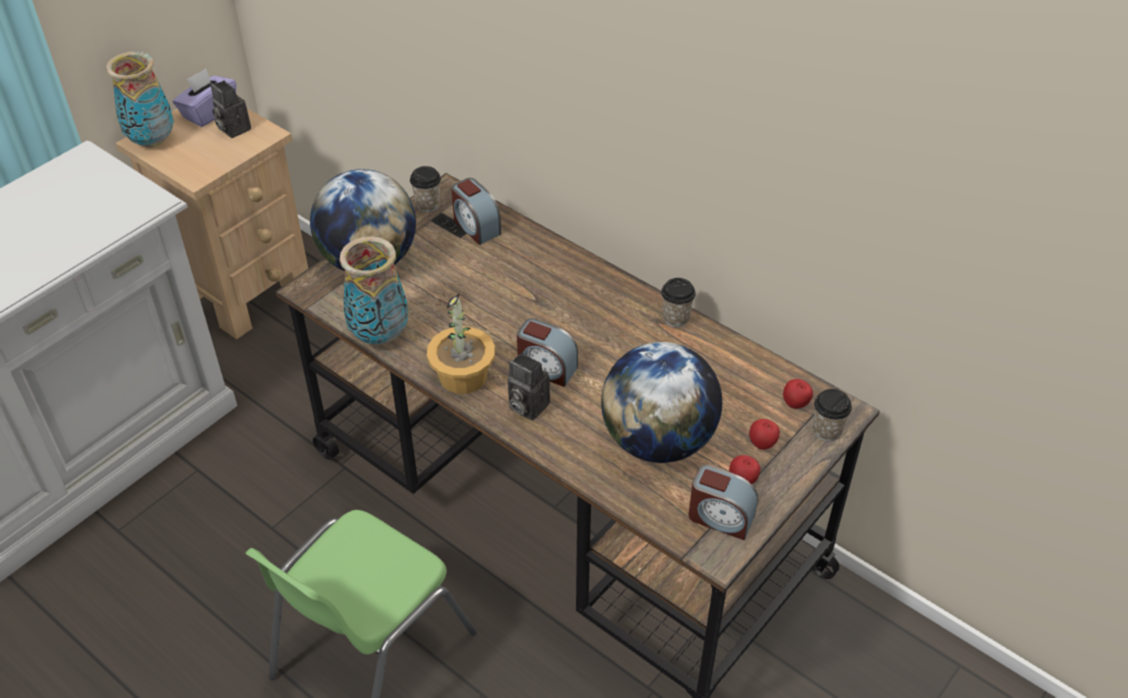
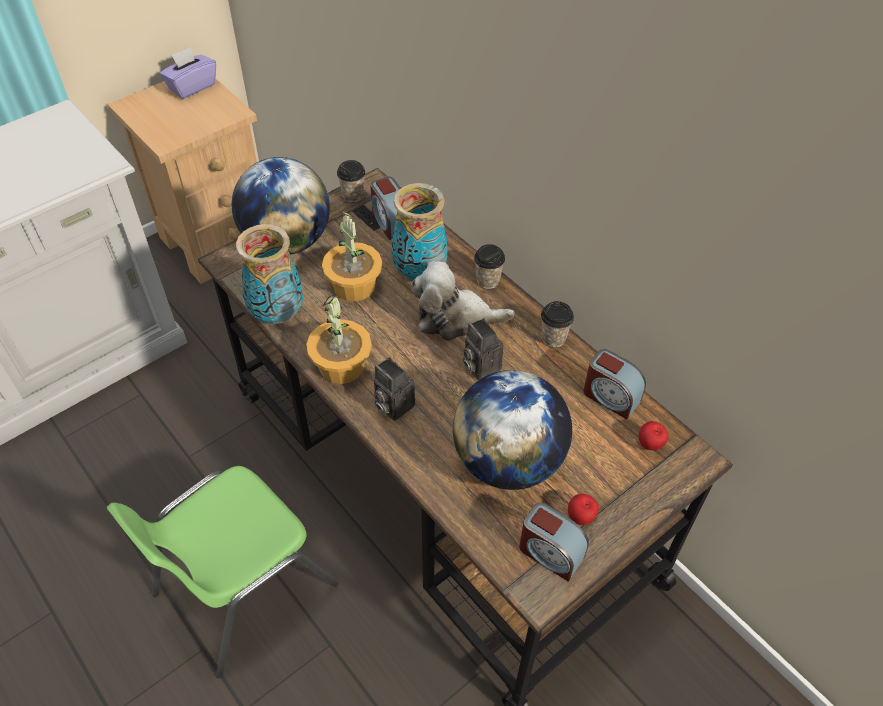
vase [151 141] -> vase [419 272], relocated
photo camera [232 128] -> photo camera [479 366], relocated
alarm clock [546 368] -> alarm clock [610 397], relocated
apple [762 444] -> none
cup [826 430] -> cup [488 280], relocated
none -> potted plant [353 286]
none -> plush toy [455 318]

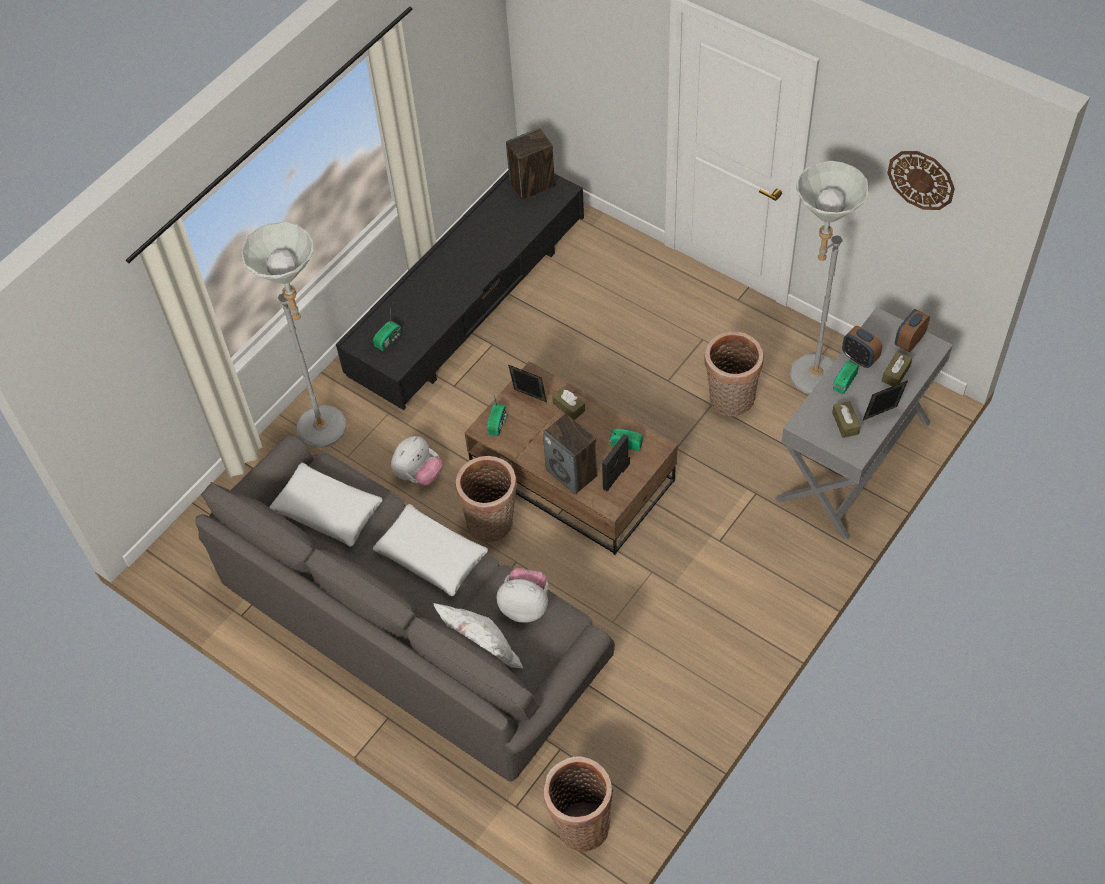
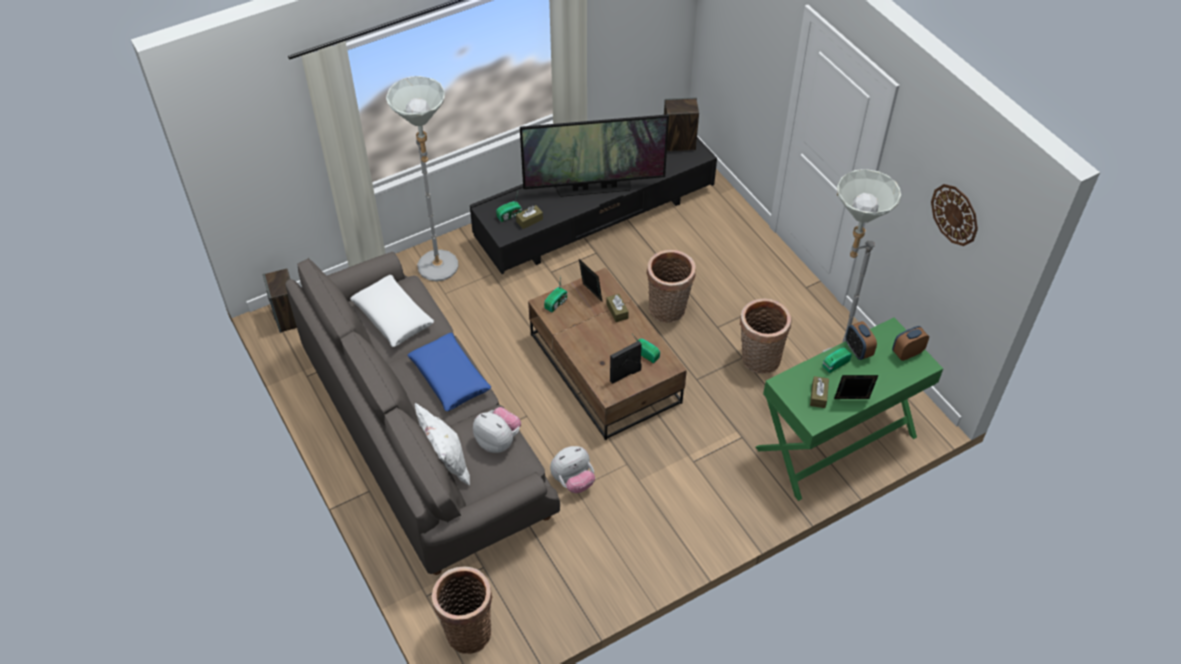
pillow in white [431 555] -> pillow in blue [450 377]
plush toy [418 474] -> plush toy [573 481], relocated
basket [492 525] -> basket [668 311], relocated
speaker [572 473] -> speaker [288 318], relocated
console table in grey [854 460] -> console table in green [836 442]
tissue box in brown [895 374] -> tissue box in brown [529 220], relocated
none -> television [594 188]

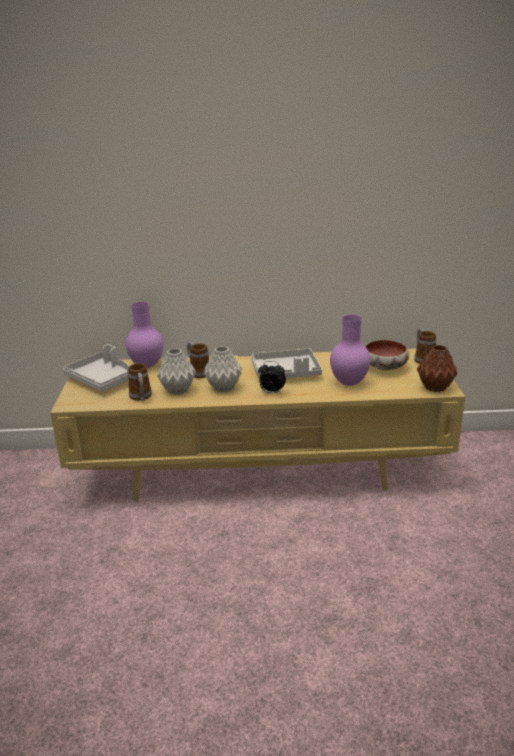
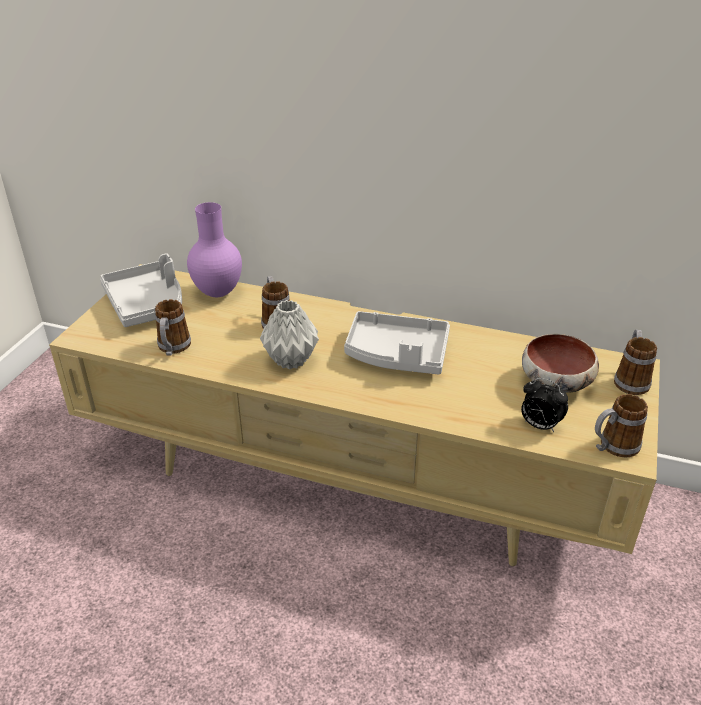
vase in grey [178 390] -> none
alarm clock [271 393] -> alarm clock [539 425], relocated
vase in purple [348 383] -> none
vase in brown [434 388] -> mug [613 447]

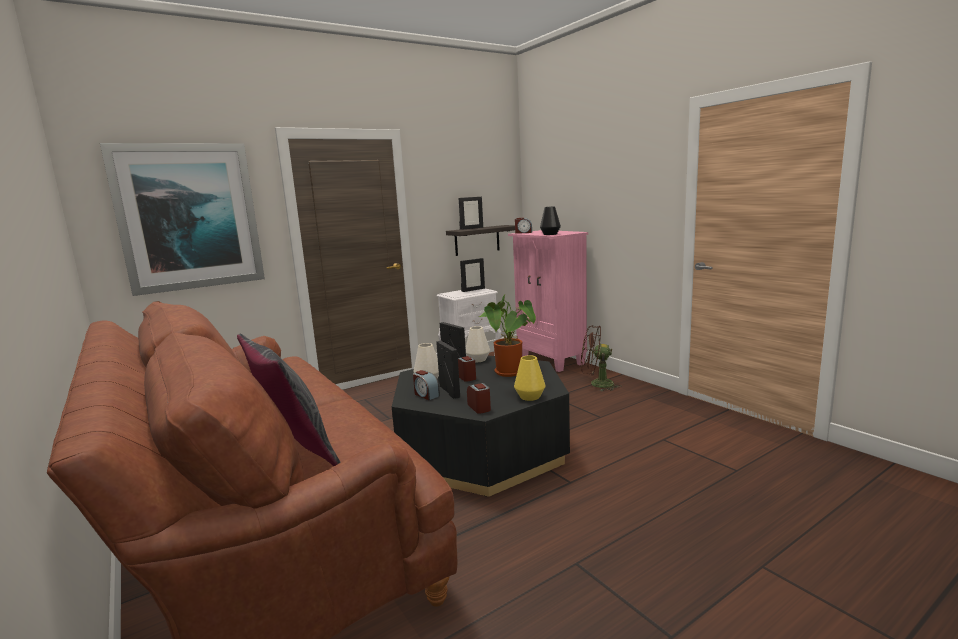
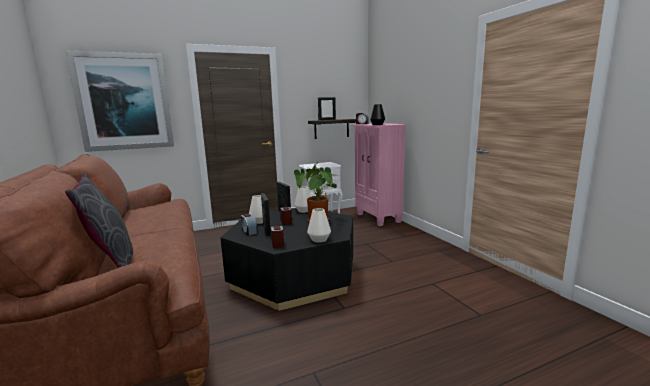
picture frame [473 290] -> none
vase in yellow [530 397] -> vase in white [319 239]
fan in brown [596 384] -> none

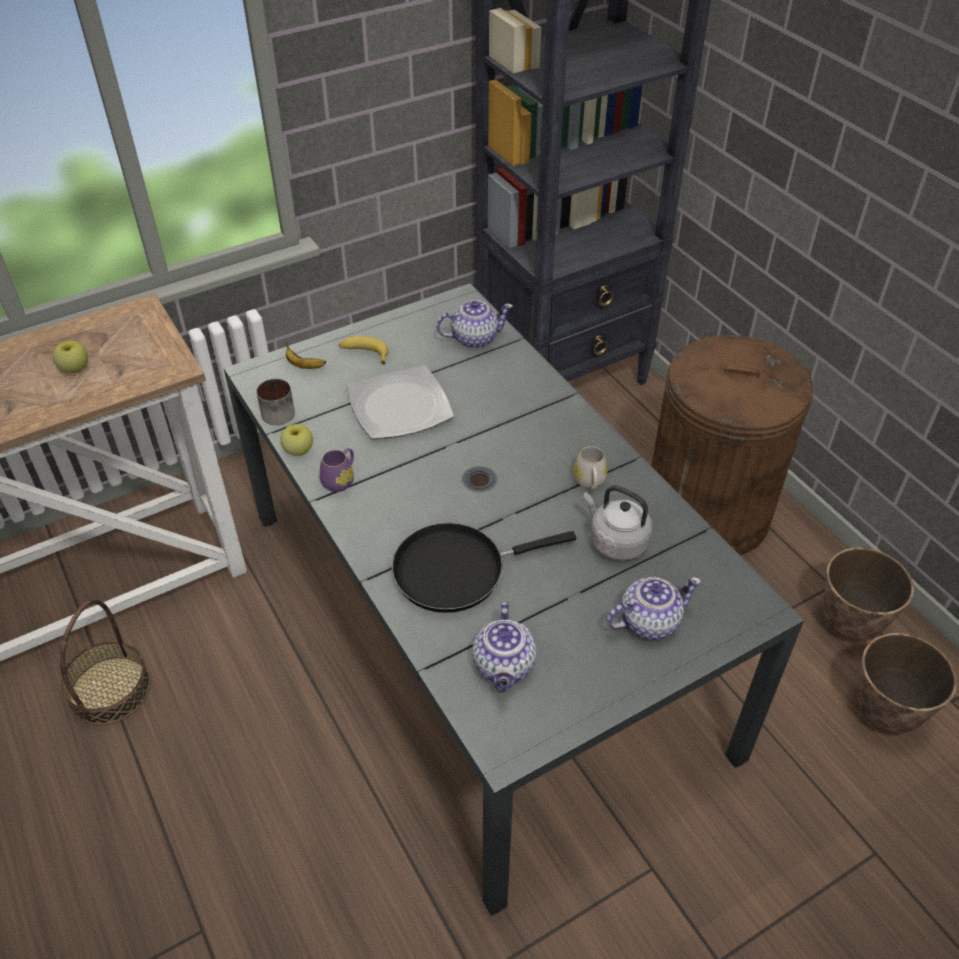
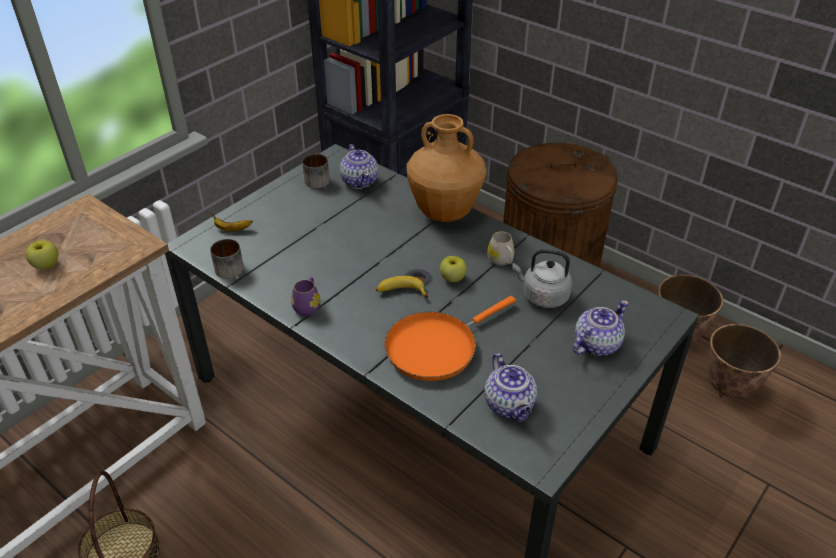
apple [298 450] -> apple [452 278], relocated
banana [364 353] -> banana [401 292], relocated
plate [399 407] -> none
frying pan in black [457 570] -> frying pan in orange [436 347]
teapot [474 338] -> teapot [360 181], 105 degrees clockwise
none -> mug [314 180]
none -> vase in brown [444 213]

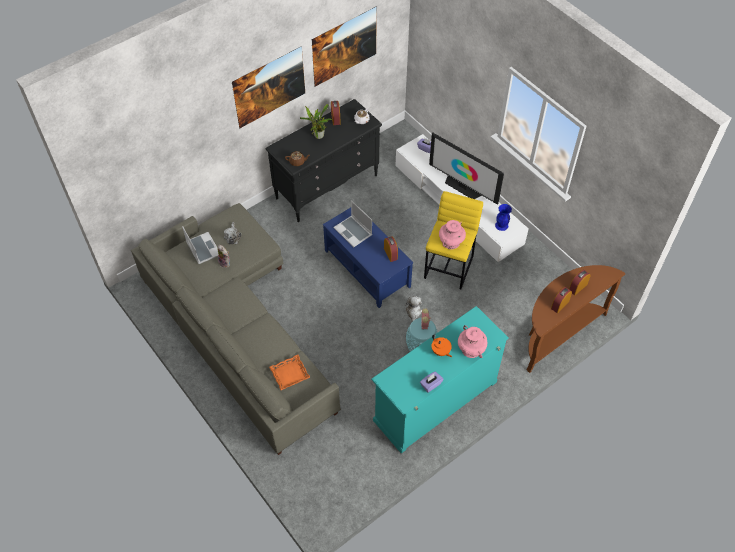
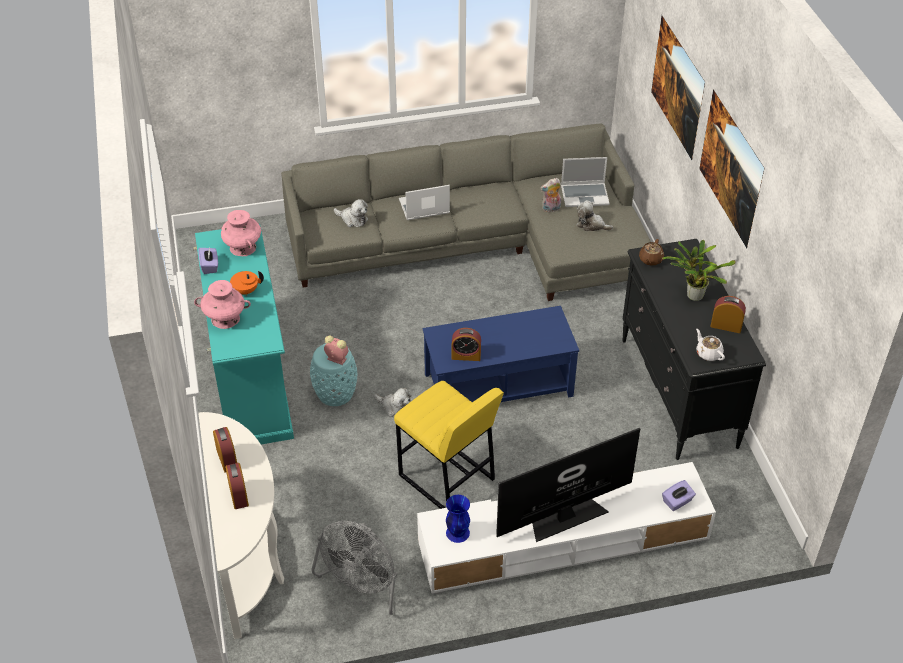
tray in orange [289 374] -> plush toy [353 219]
picture [345 58] -> picture [673 106], relocated
laptop [353 232] -> laptop [423 207], relocated
vase in pink [451 242] -> vase in pink [242 247], relocated
console table in brown [557 333] -> console table in white [249 557]
none -> fan in grey [361 580]

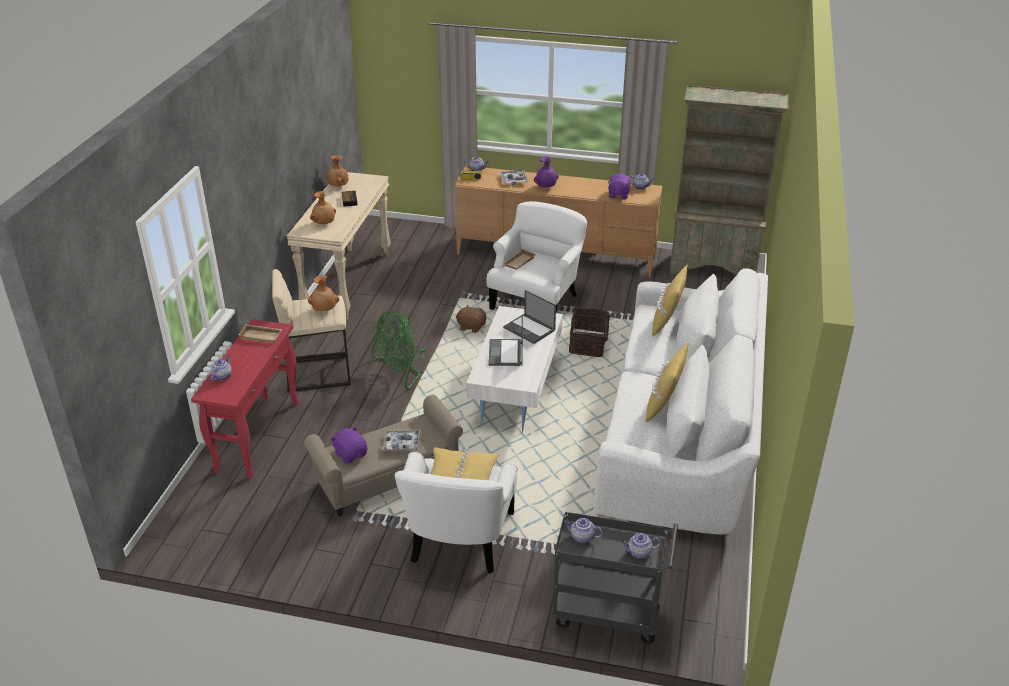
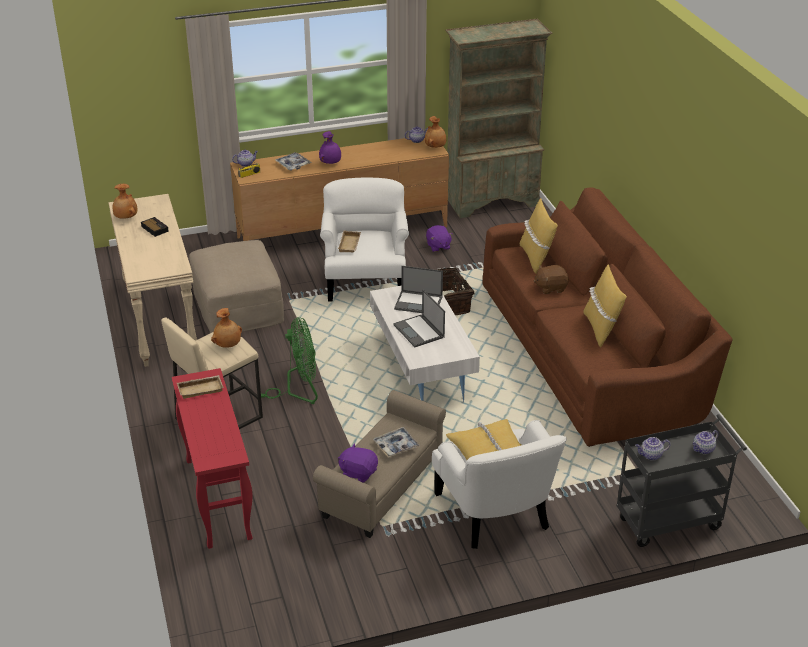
teapot [222 376] -> none
vase in brown [324 223] -> vase in brown [435 147], relocated
fan in green [402 369] -> fan in green [298 385], 120 degrees counterclockwise
plush toy in brown [471 327] -> plush toy in brown [550 288], relocated
sofa in white [682 429] -> sofa in brown [590 350]
plush toy in purple [618 194] -> plush toy in purple [438 246], relocated
none -> ottoman in beige [238 305]

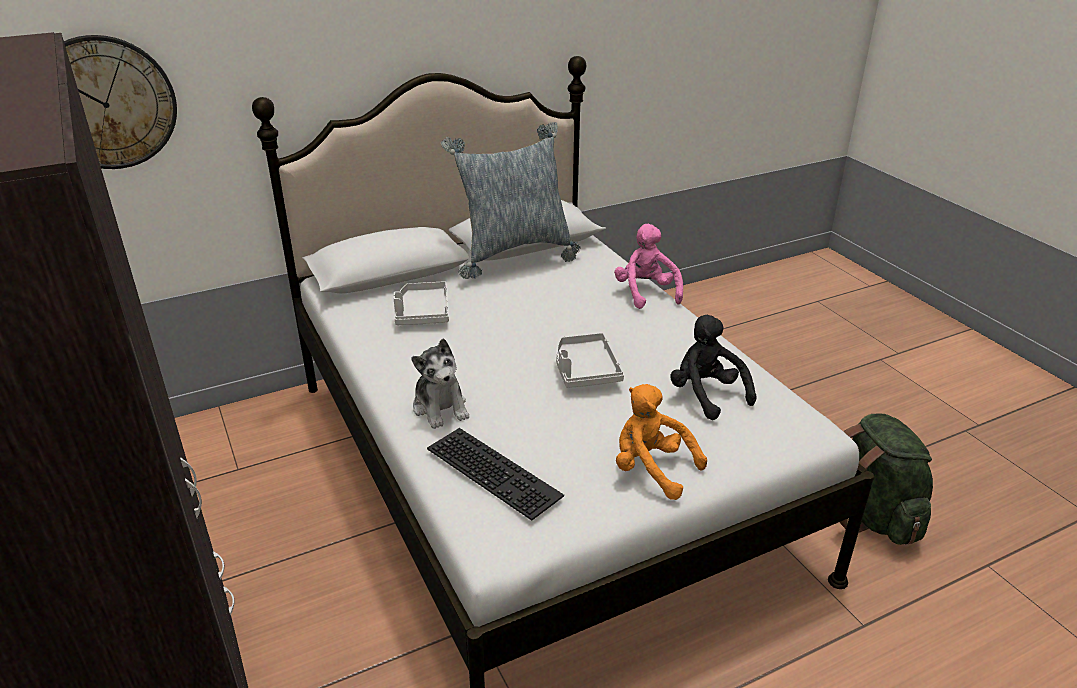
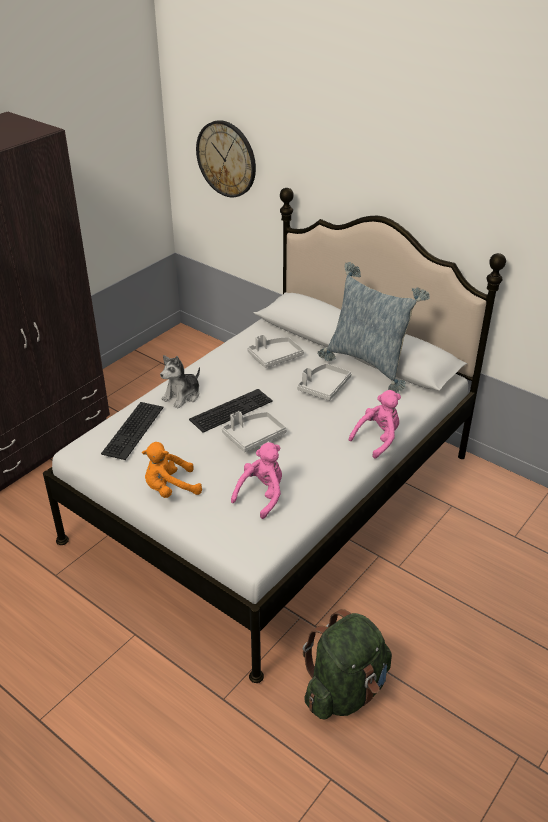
plush toy in orange [651 469] -> plush toy in orange [170 489], 120 degrees counterclockwise
plush toy in black [706 395] -> plush toy in pink [262 495]
none -> keyboard [231 409]
none -> tray in grey [323 387]

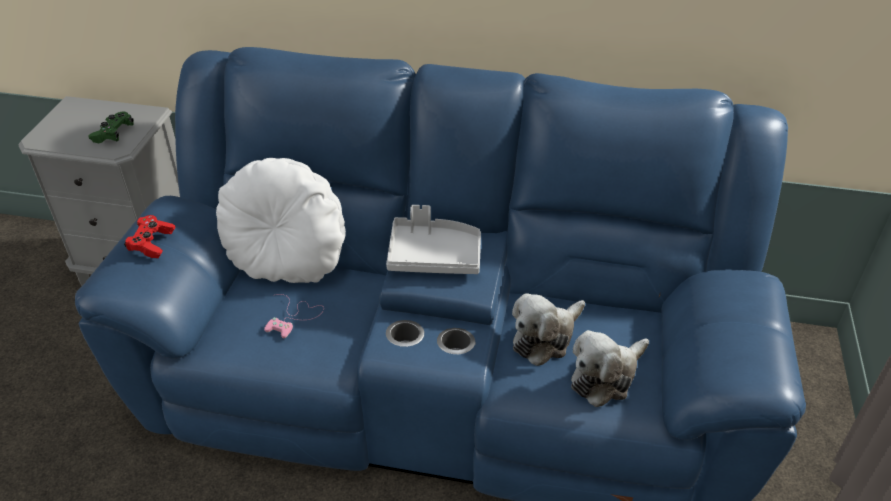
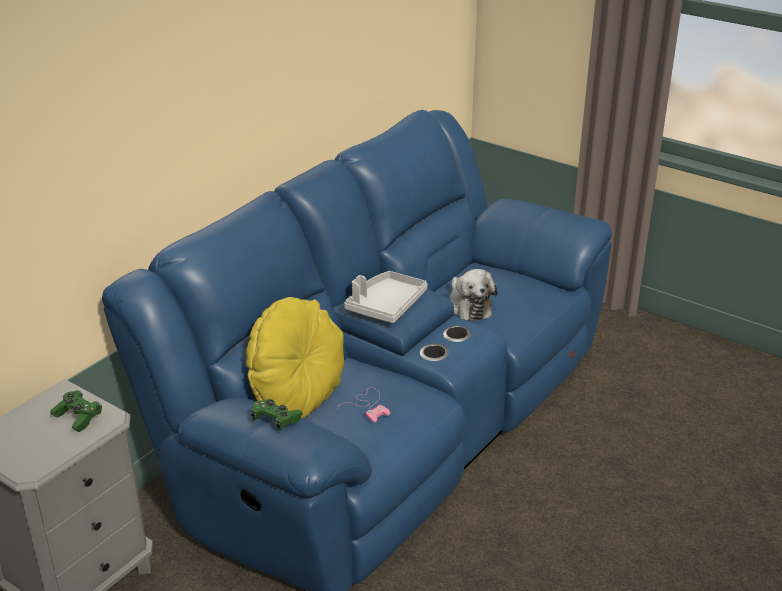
game controller in red [152 243] -> game controller in green [276 420]
pillow in white [288 266] -> pillow in yellow [298 401]
plush toy [606 377] -> none

